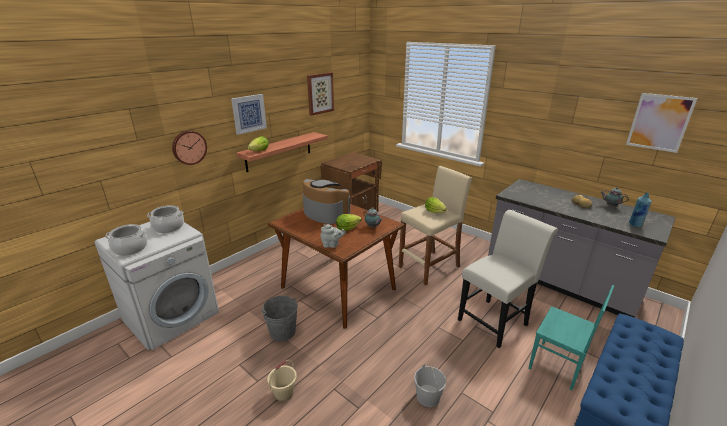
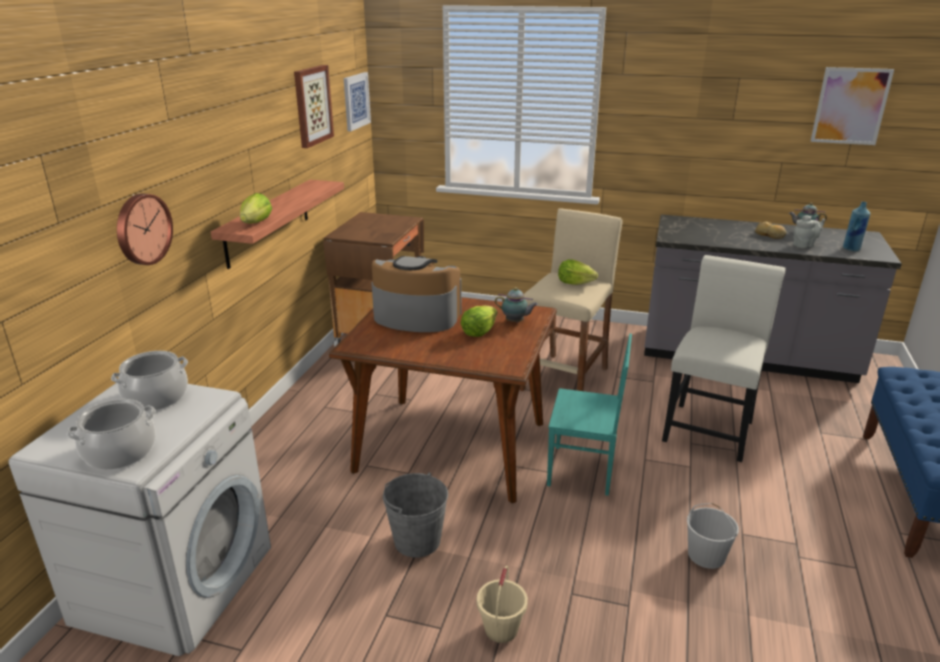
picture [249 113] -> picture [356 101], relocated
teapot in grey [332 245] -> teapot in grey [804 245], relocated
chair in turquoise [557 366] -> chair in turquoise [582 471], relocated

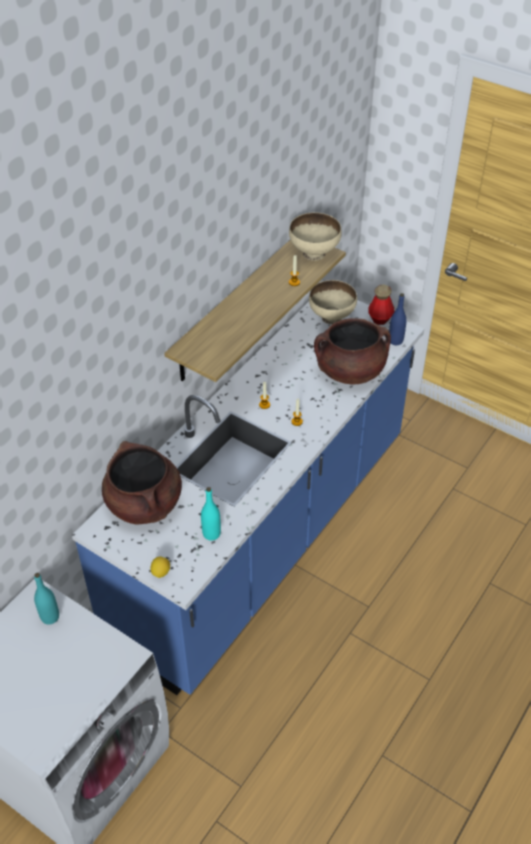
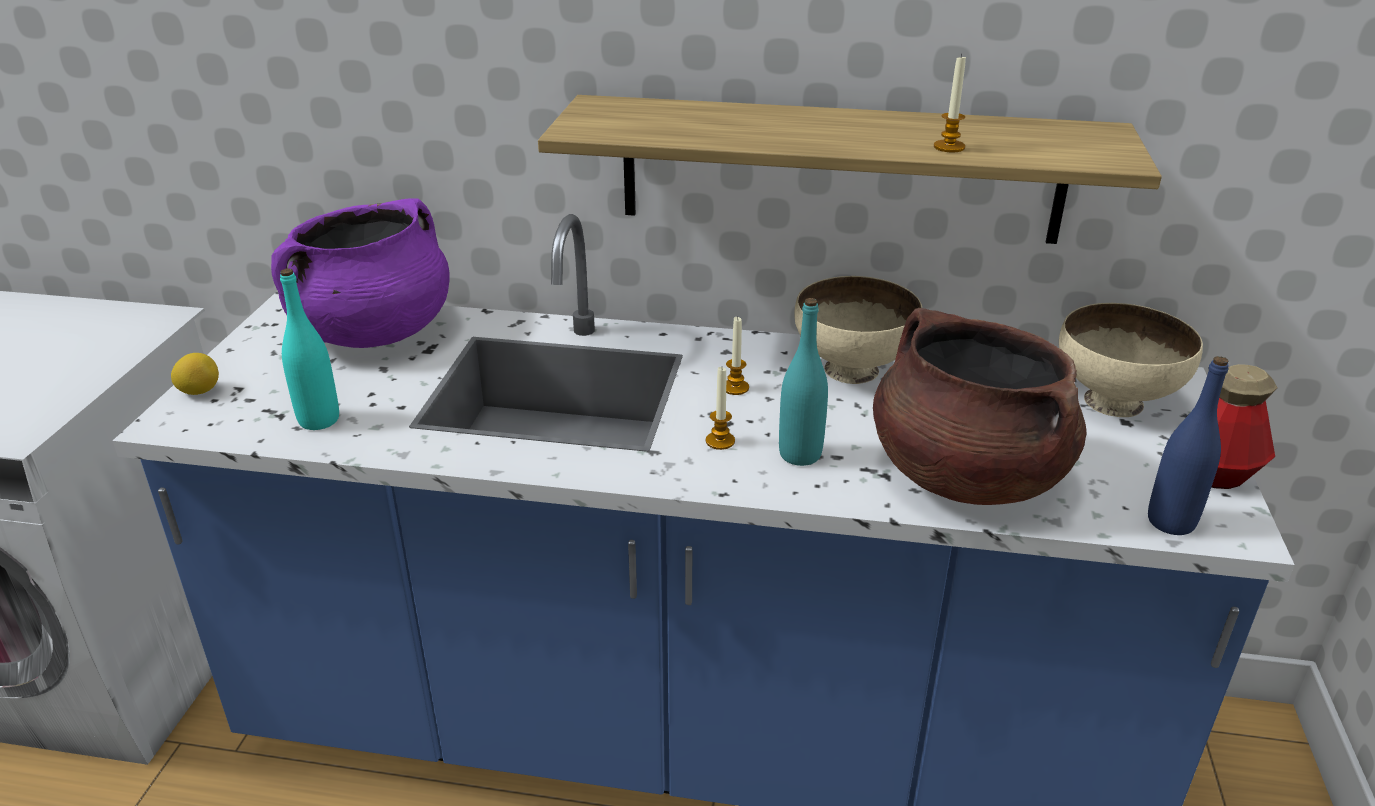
bottle in turquoise [50 617] -> bottle in turquoise [800 454], relocated
cooking pot in brown [144 504] -> cooking pot in purple [374 333]
bowl in beige [314 253] -> bowl in beige [853 370], relocated

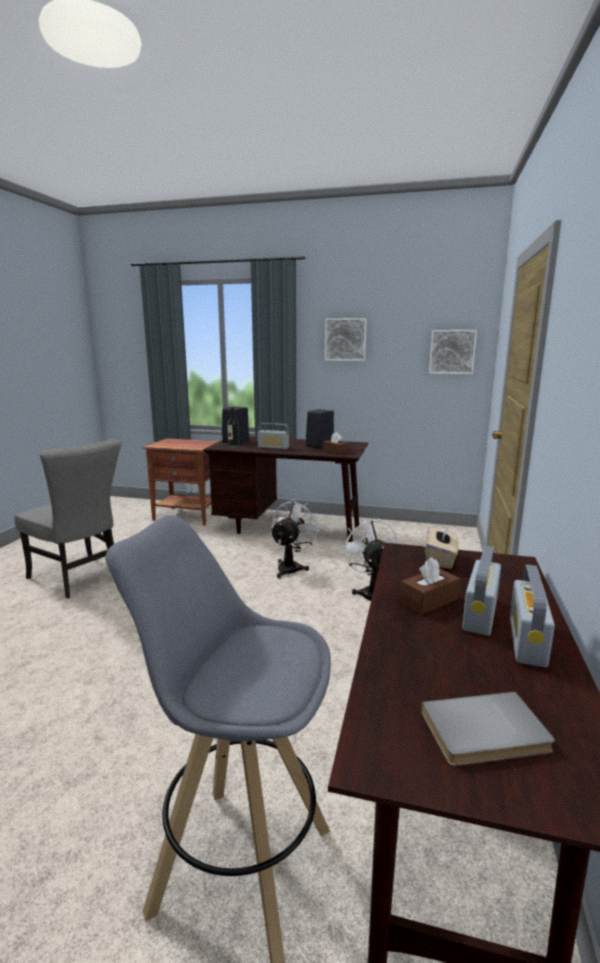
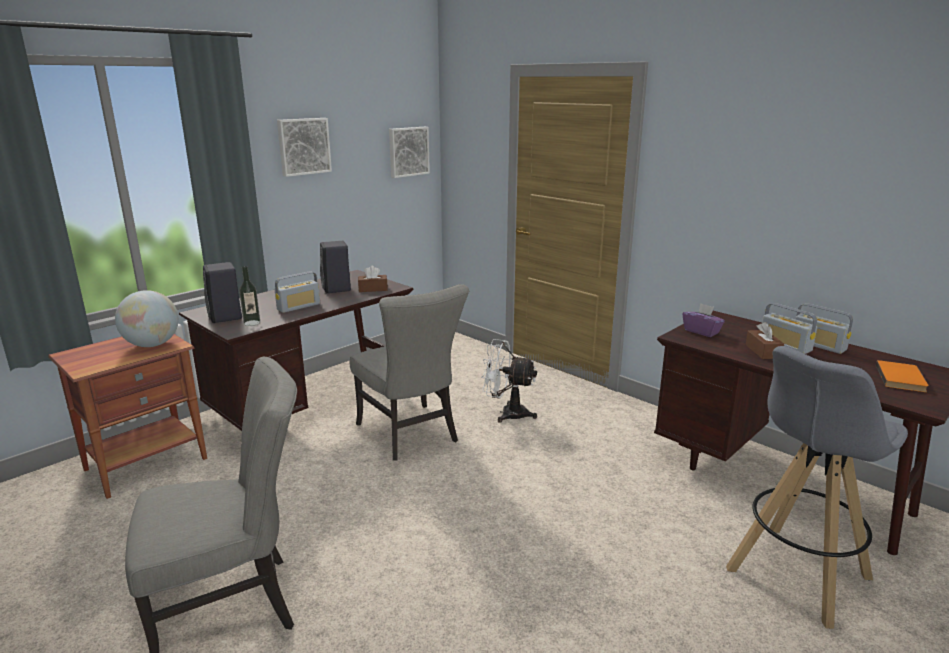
fan in white [292 567] -> chair in grey [411 434]
book in grey [486 734] -> book in orange [902 378]
tissue box in beige [440 560] -> tissue box in purple [701 331]
none -> globe [152 345]

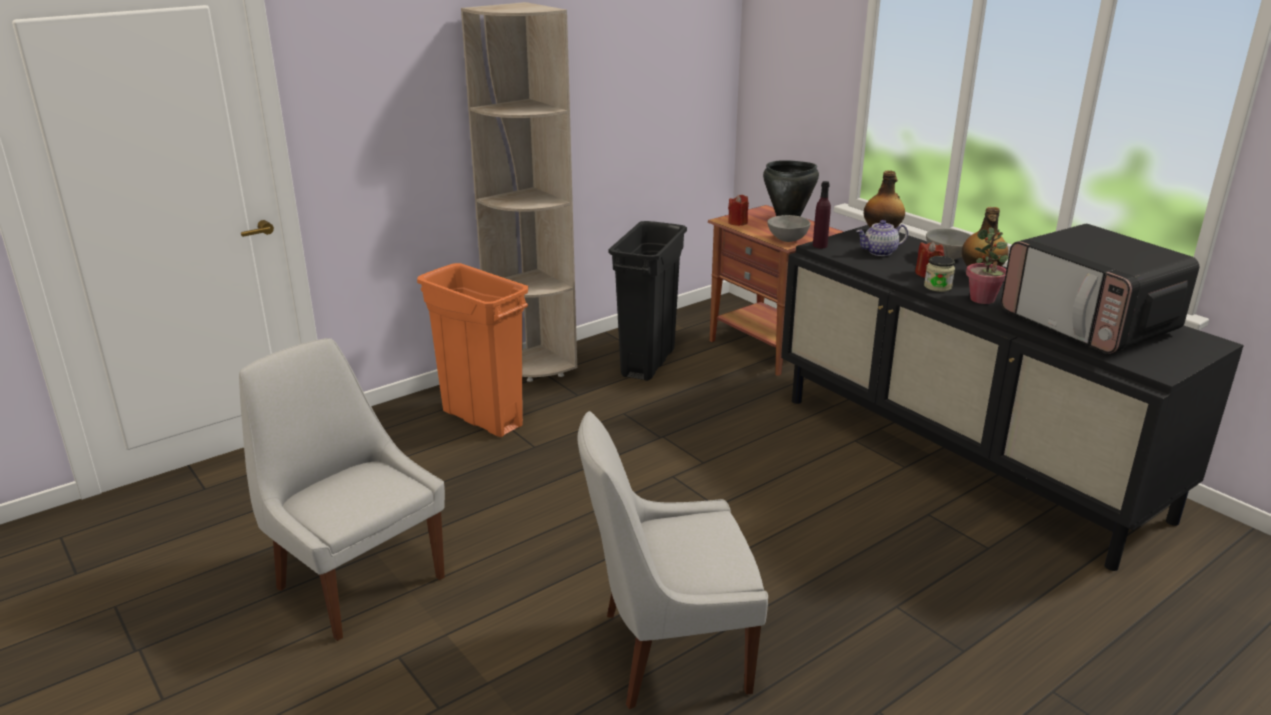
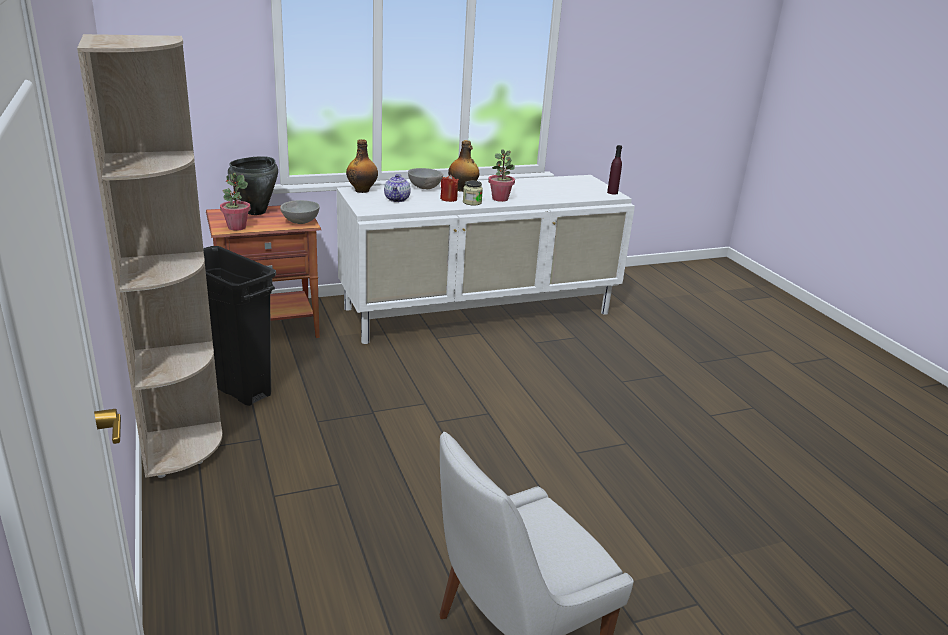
trash can in orange [482 418] -> none
chair in white [668 652] -> none
candle in red [737 222] -> potted plant [236 227]
cabinet in black [962 457] -> cabinet in white [480 312]
bottle in purple [820 245] -> bottle in purple [612 192], relocated
microwave [1089 324] -> none

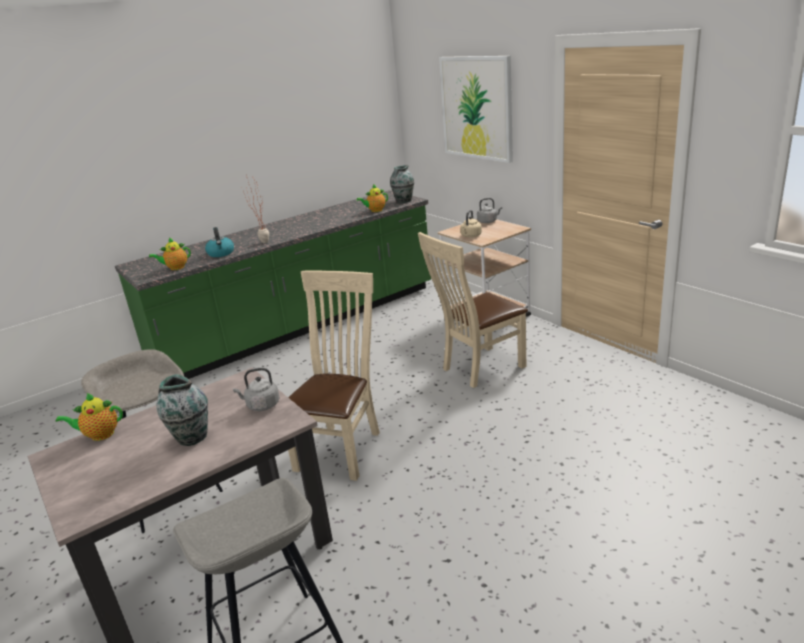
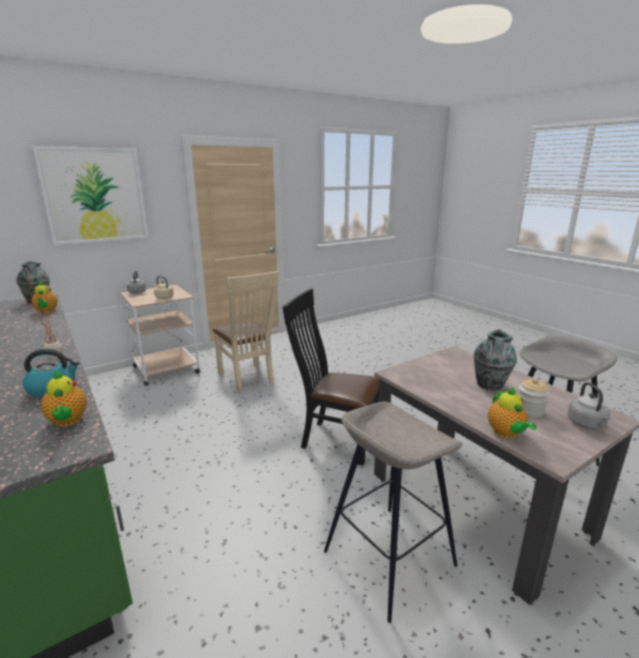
kettle in grey [261 405] -> kettle in grey [587 424], relocated
chair in beige [342 448] -> chair in black [335 439]
none -> jar [529 411]

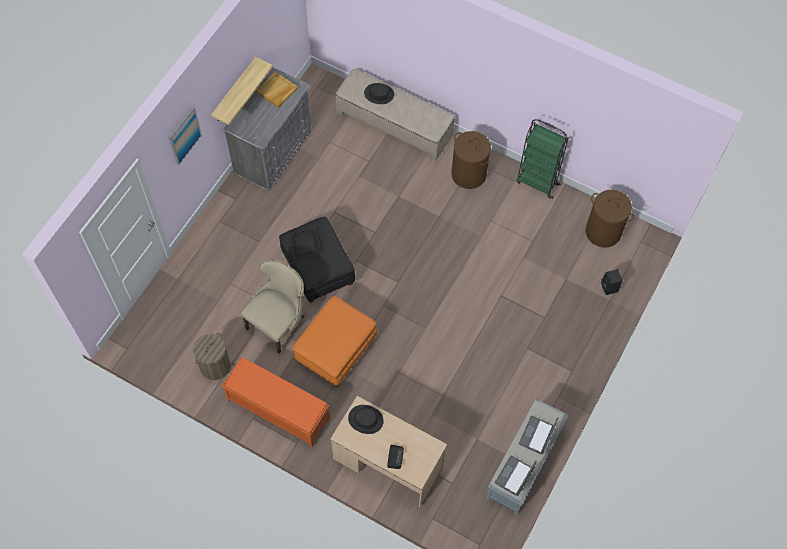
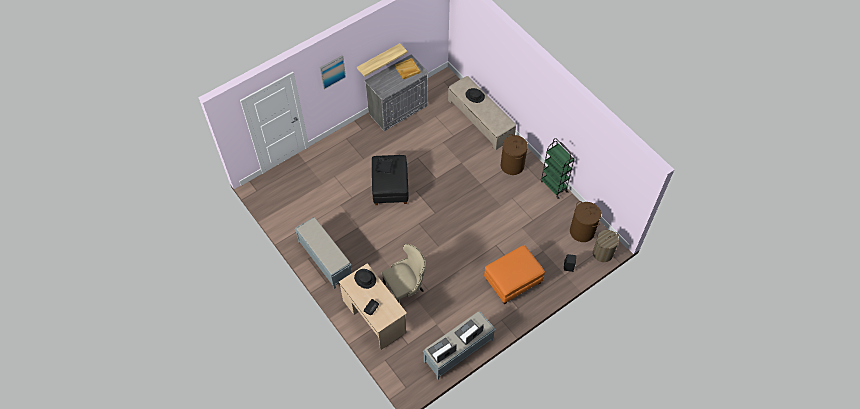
laundry basket [215 365] -> laundry basket [602 253], relocated
bench in orange [277 409] -> bench in grey [325 259]
chair in beige [278 322] -> chair in beige [405 288], relocated
ottoman in orange [336 350] -> ottoman in orange [513 281], relocated

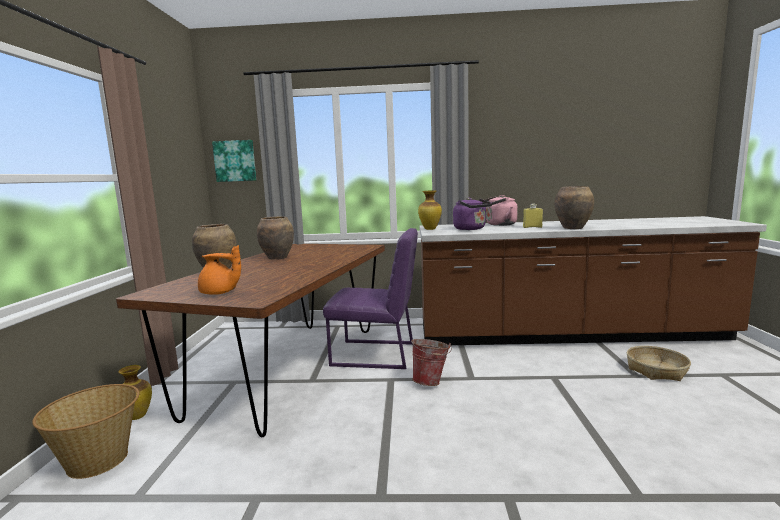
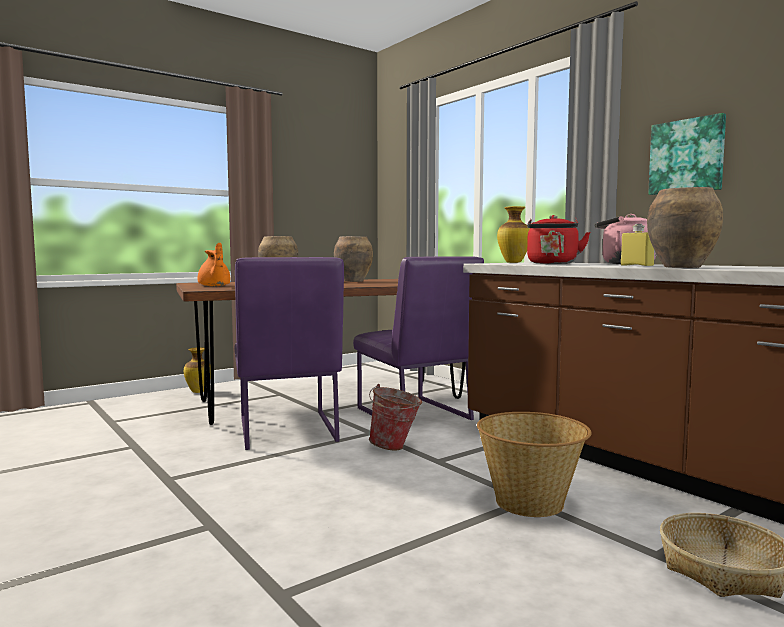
basket [99 460] -> basket [531 502], relocated
picture [235 161] -> picture [687 156], relocated
kettle in purple [471 229] -> kettle in red [552 263]
none -> chair in purple [286 430]

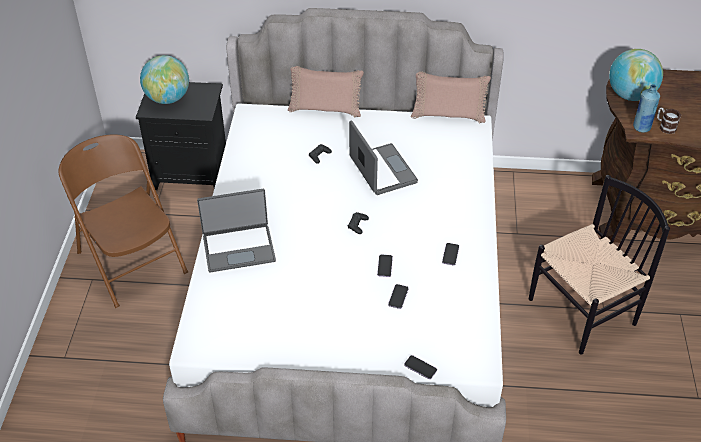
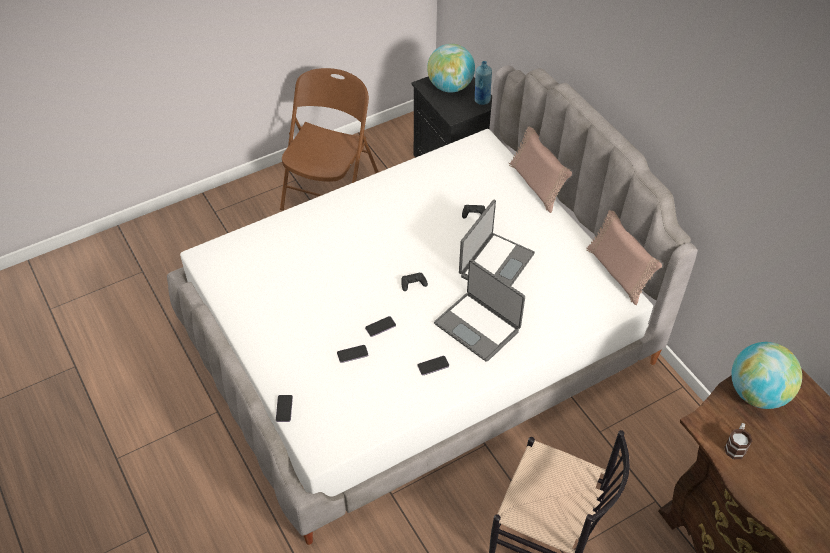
laptop [239 248] -> laptop [478 326], relocated
bottle in blue [641 127] -> bottle in blue [482 100], relocated

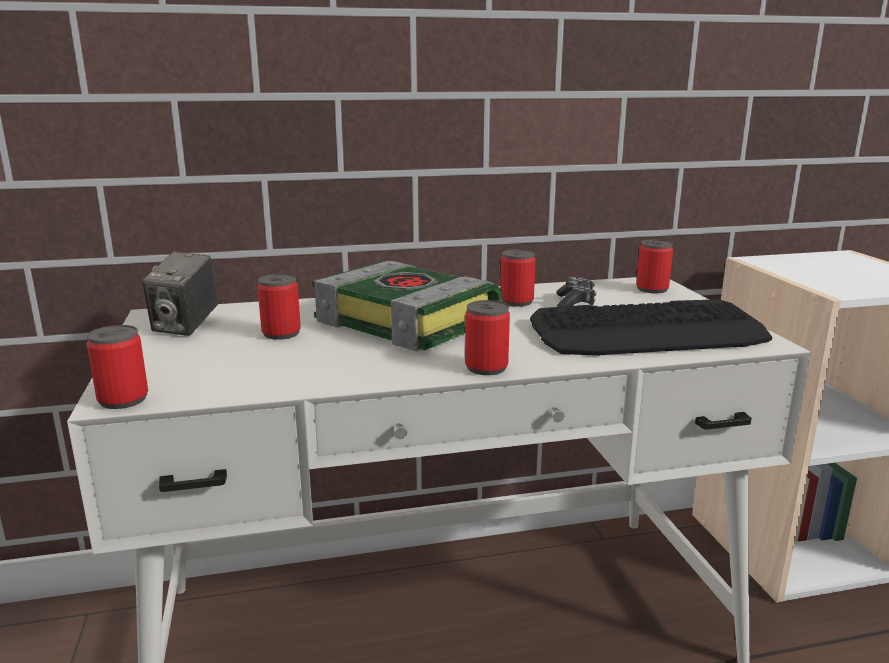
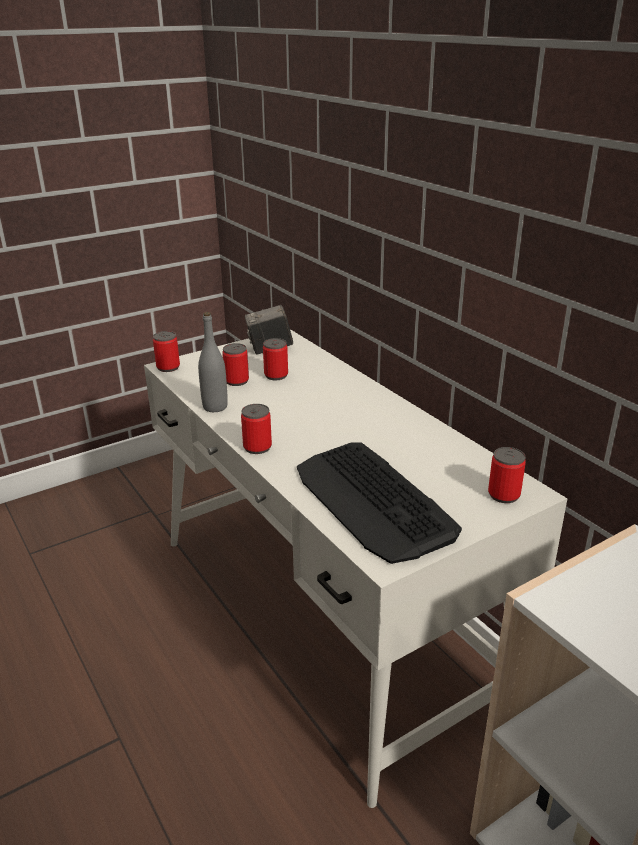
book [410 322] -> none
can [516 302] -> can [236 381], relocated
game controller [575 303] -> none
none -> bottle in grey [215 407]

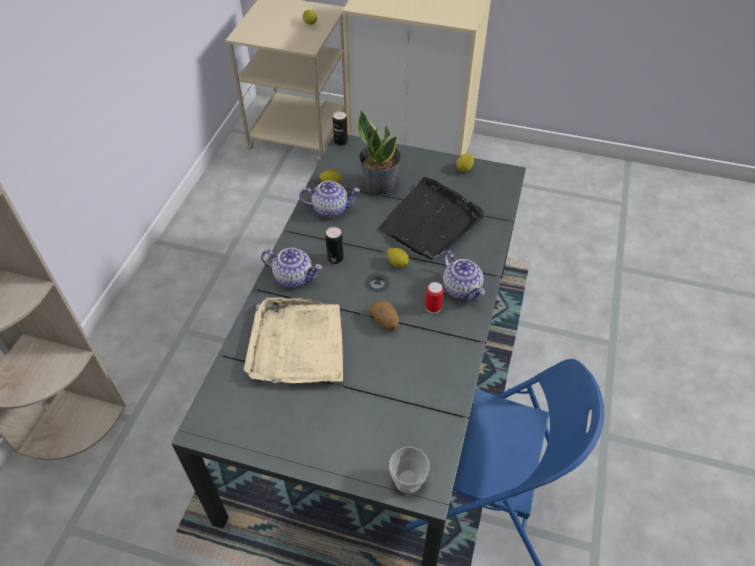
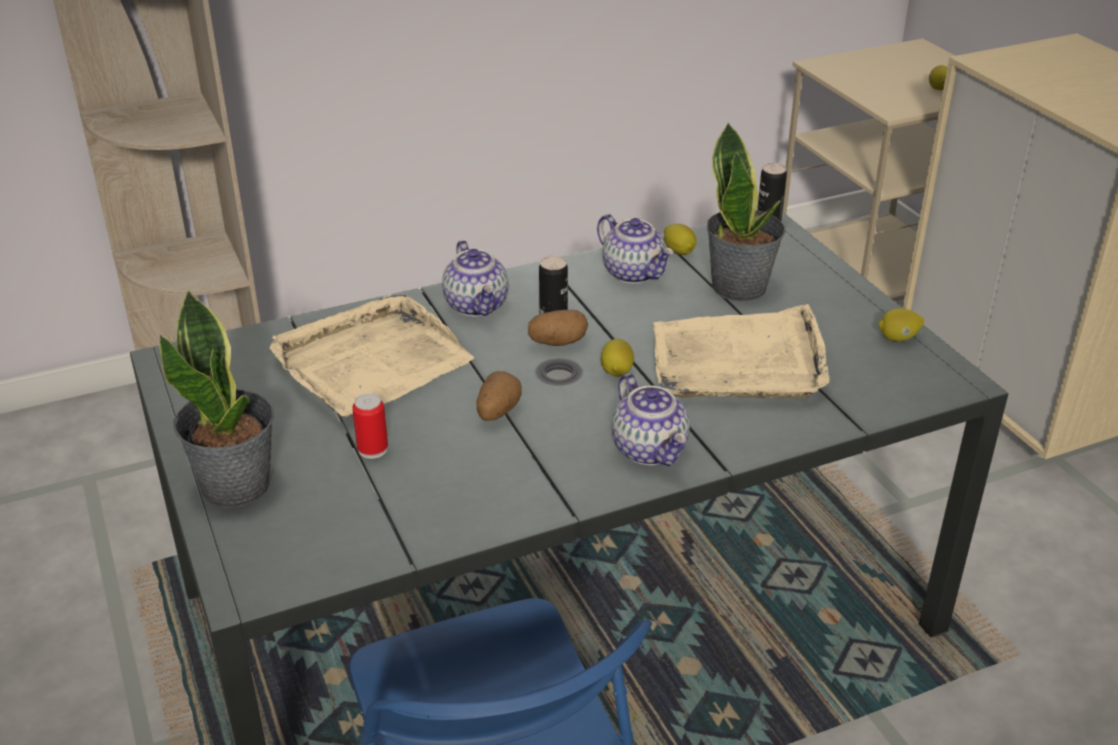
tray in black [431 222] -> tray in beige [738 361]
cup [408 480] -> none
can [433 307] -> can [372 449], relocated
teapot [462 289] -> teapot [650 450], 45 degrees counterclockwise
none -> potted plant [237 485]
none -> potato [558 342]

